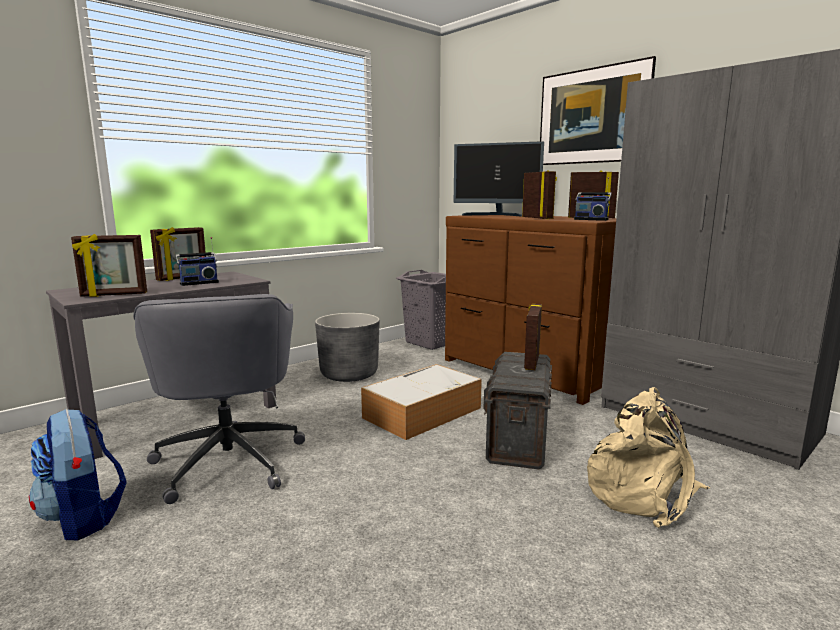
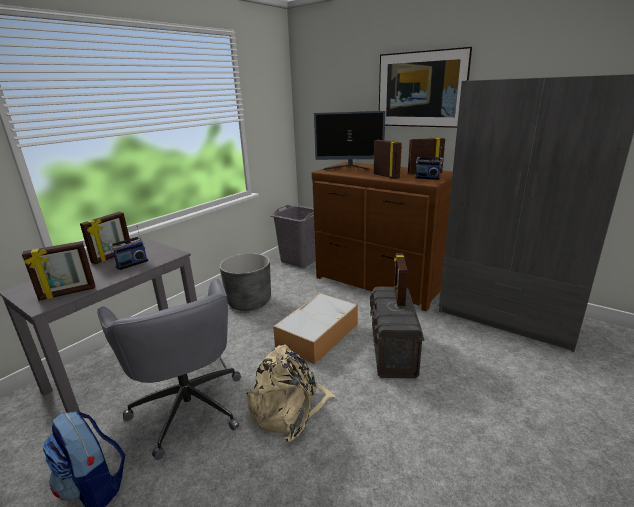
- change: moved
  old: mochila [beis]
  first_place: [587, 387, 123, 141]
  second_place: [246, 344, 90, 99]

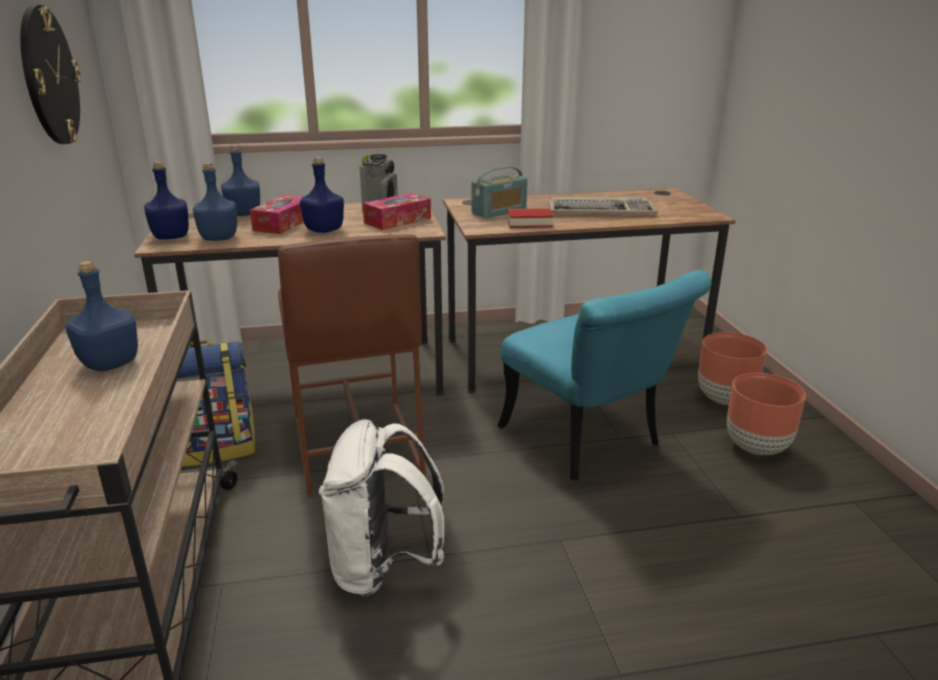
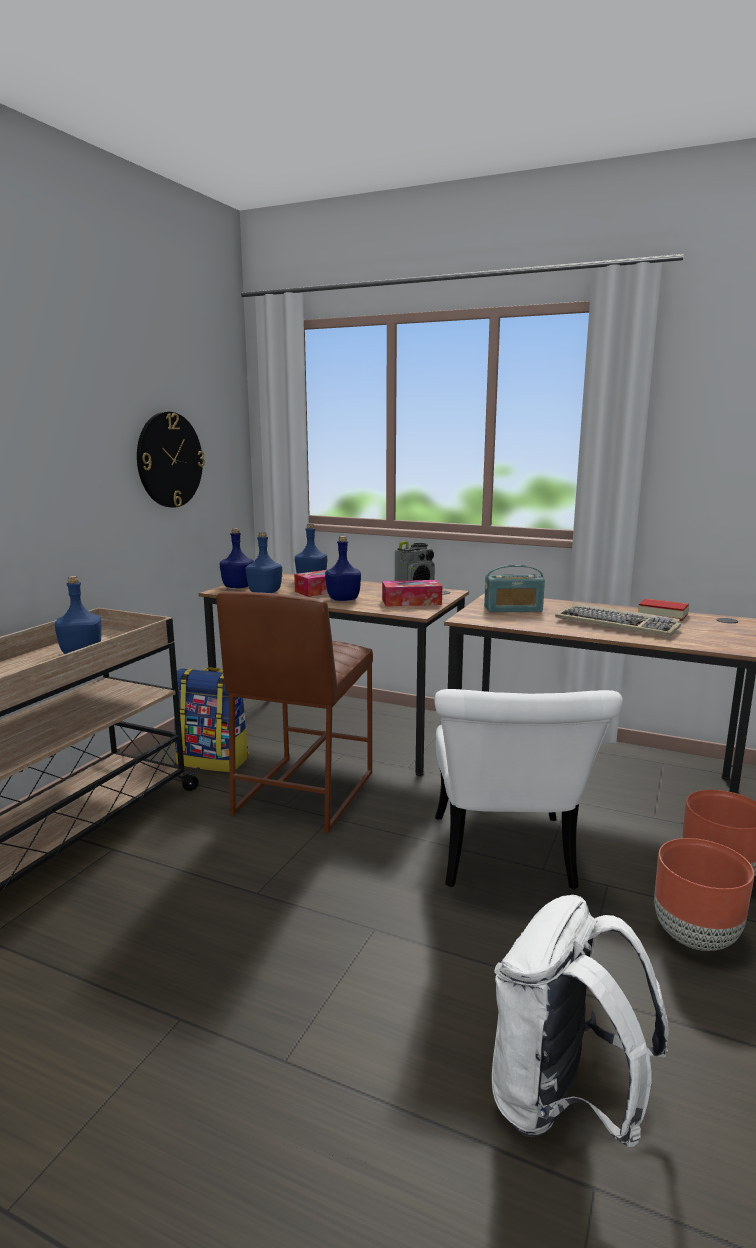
- change: moved
  old: libro
  first_place: [507, 208, 46, 20]
  second_place: [638, 599, 51, 22]
- change: recoloured
  old: silla [turquesa]
  new: silla [blanco]
  first_place: [497, 270, 215, 210]
  second_place: [435, 689, 188, 201]
- change: moved
  old: mochila [blanco]
  first_place: [319, 419, 125, 179]
  second_place: [492, 895, 177, 252]

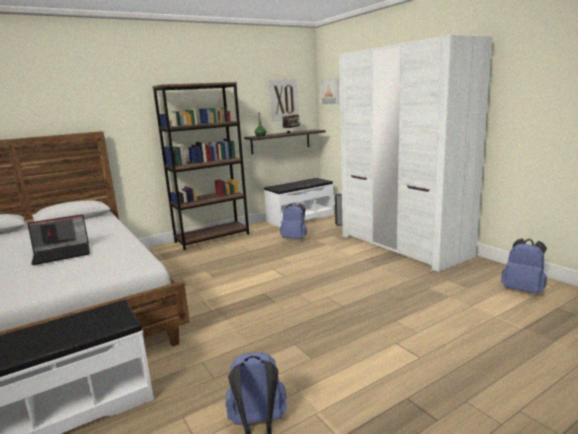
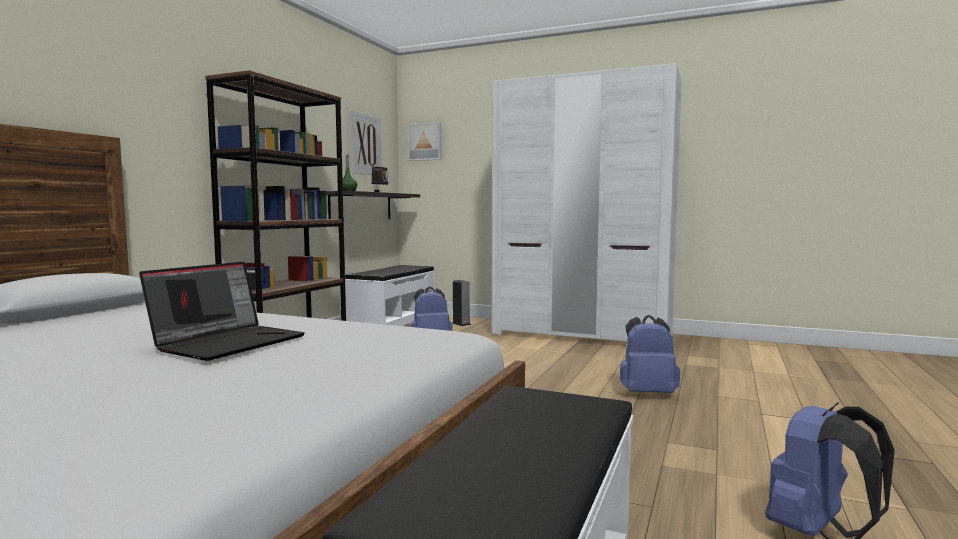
- change: moved
  old: mochila [azul]
  first_place: [501, 238, 46, 56]
  second_place: [620, 315, 60, 78]

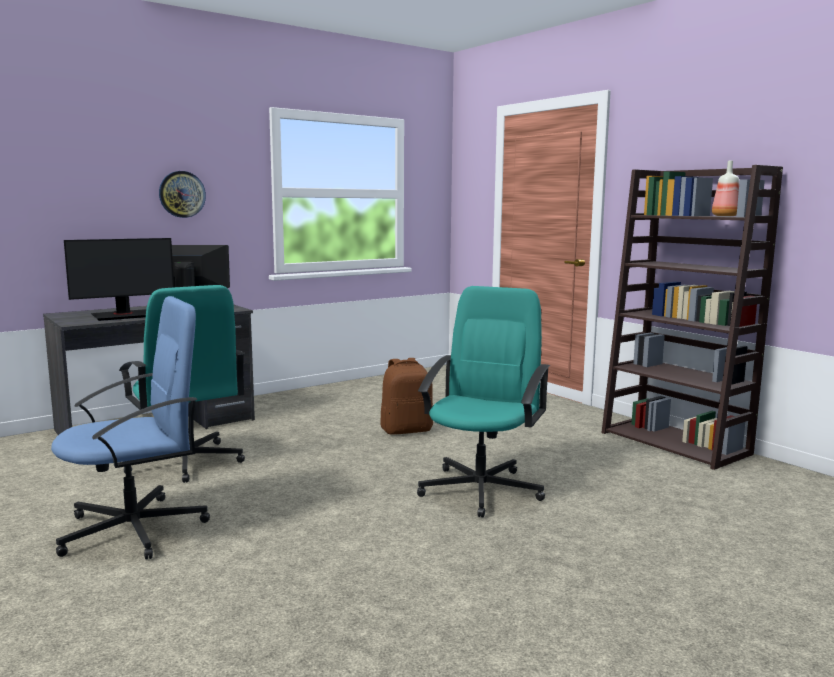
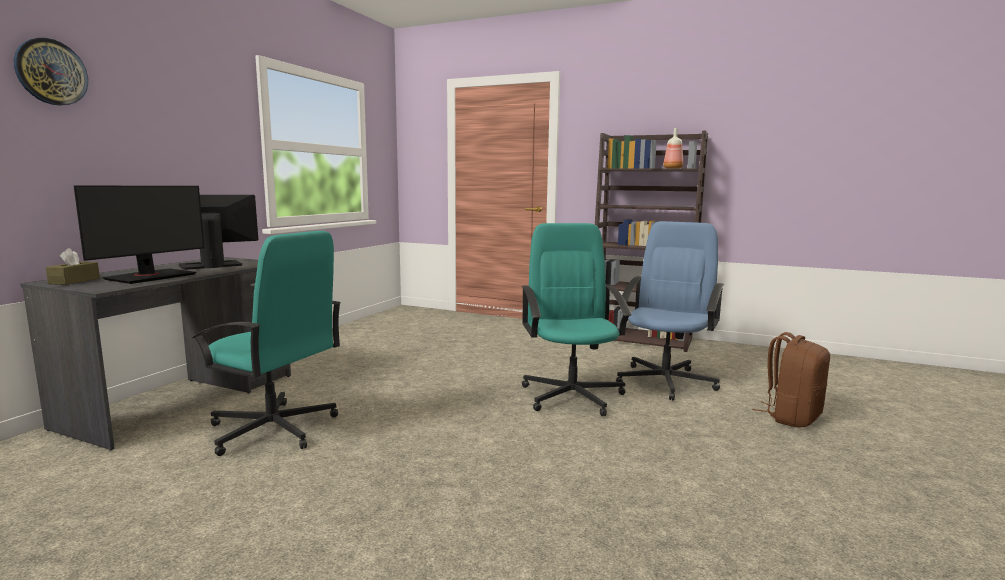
- change: moved
  old: reloj de pared
  first_place: [159, 171, 47, 47]
  second_place: [14, 38, 74, 68]
- change: moved
  old: silla de oficina [azul]
  first_place: [51, 296, 159, 263]
  second_place: [616, 221, 108, 179]
- change: moved
  old: mochila [marrón]
  first_place: [380, 358, 53, 77]
  second_place: [752, 332, 78, 96]
- change: added
  new: caja de pañuelos [marrón]
  second_place: [46, 248, 54, 37]

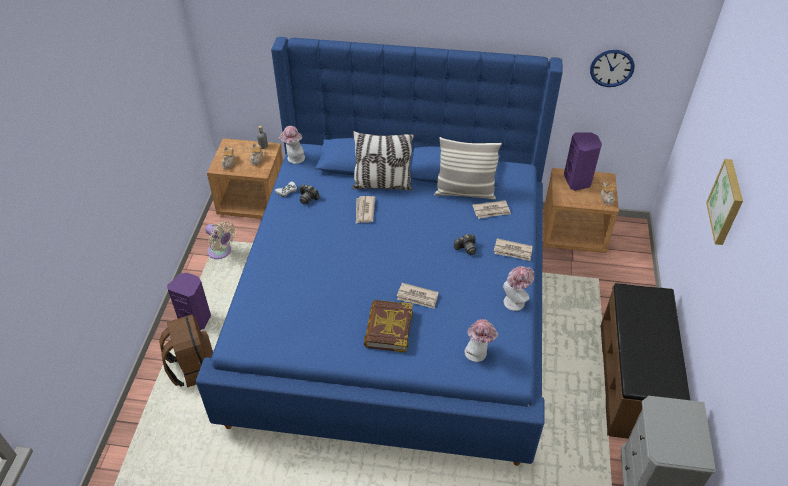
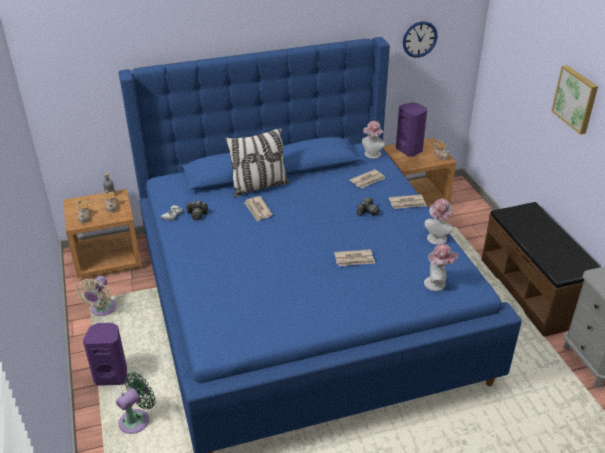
- change: moved
  old: sombrero
  first_place: [279, 126, 26, 38]
  second_place: [362, 121, 23, 38]
- change: removed
  old: cojín
  first_place: [434, 137, 68, 63]
- change: turned
  old: ventilador [beis]
  first_place: [205, 221, 31, 38]
  second_place: [76, 276, 41, 40]
  degrees: 90
- change: removed
  old: libro
  first_place: [364, 300, 49, 52]
- change: replaced
  old: mochila [marrón]
  new: ventilador [verde]
  first_place: [159, 314, 54, 73]
  second_place: [116, 372, 39, 62]

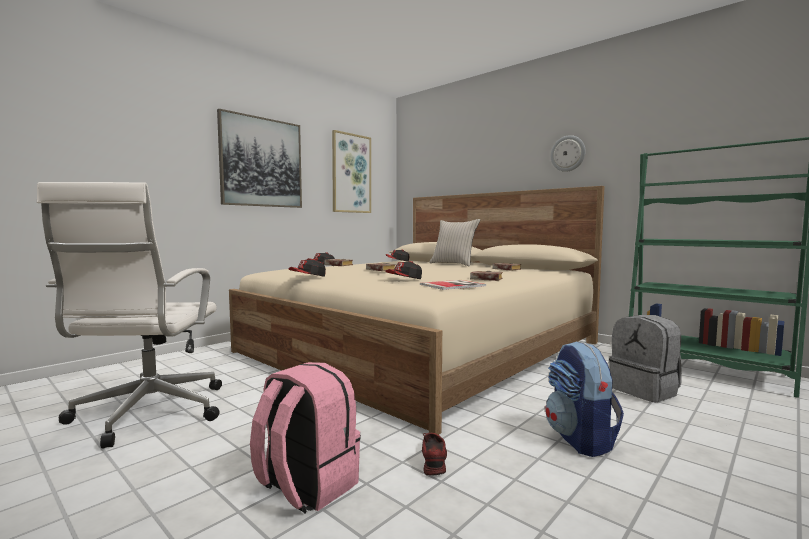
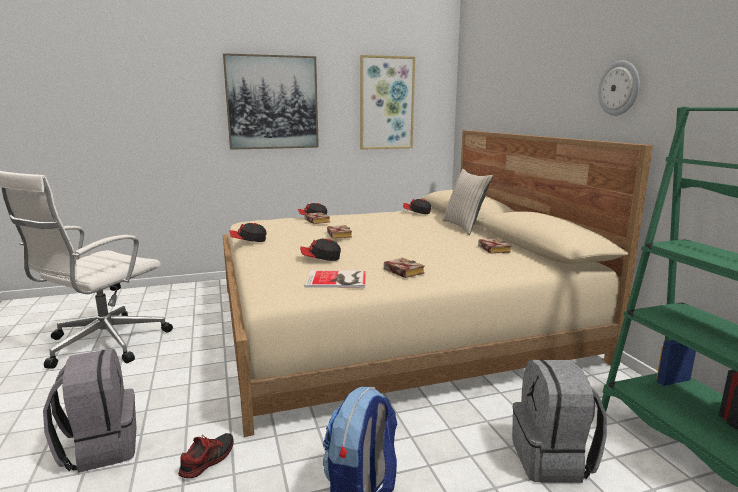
- change: recoloured
  old: mochila [rosa]
  new: mochila [gris]
  first_place: [250, 362, 111, 151]
  second_place: [43, 349, 94, 124]

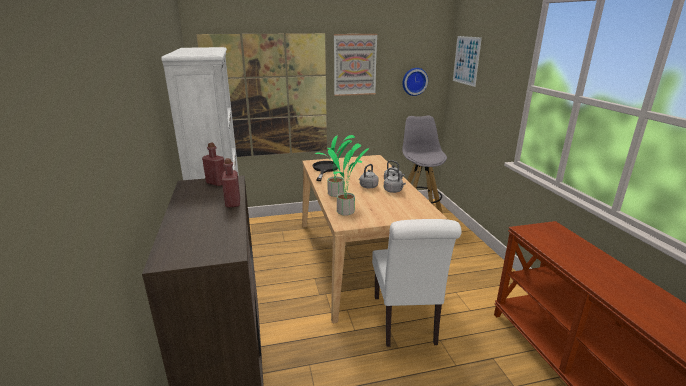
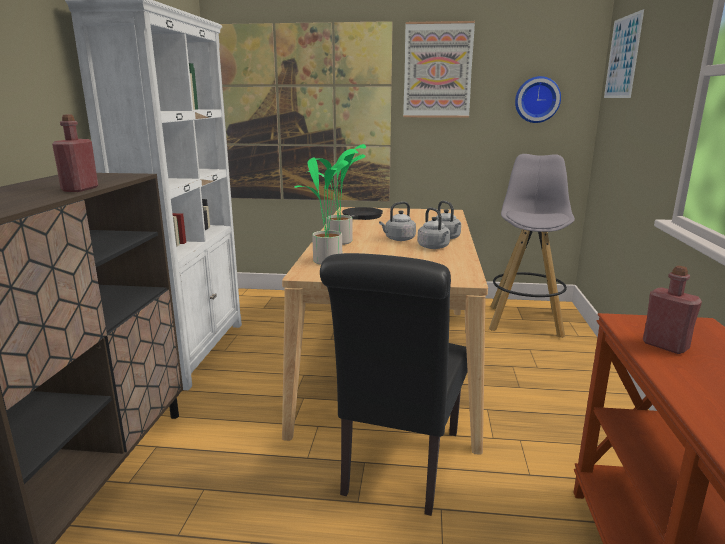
- change: moved
  old: botella [rojo]
  first_place: [202, 143, 23, 43]
  second_place: [643, 266, 59, 88]
- change: recoloured
  old: silla [blanco]
  new: silla [negro]
  first_place: [372, 219, 90, 128]
  second_place: [320, 253, 148, 263]

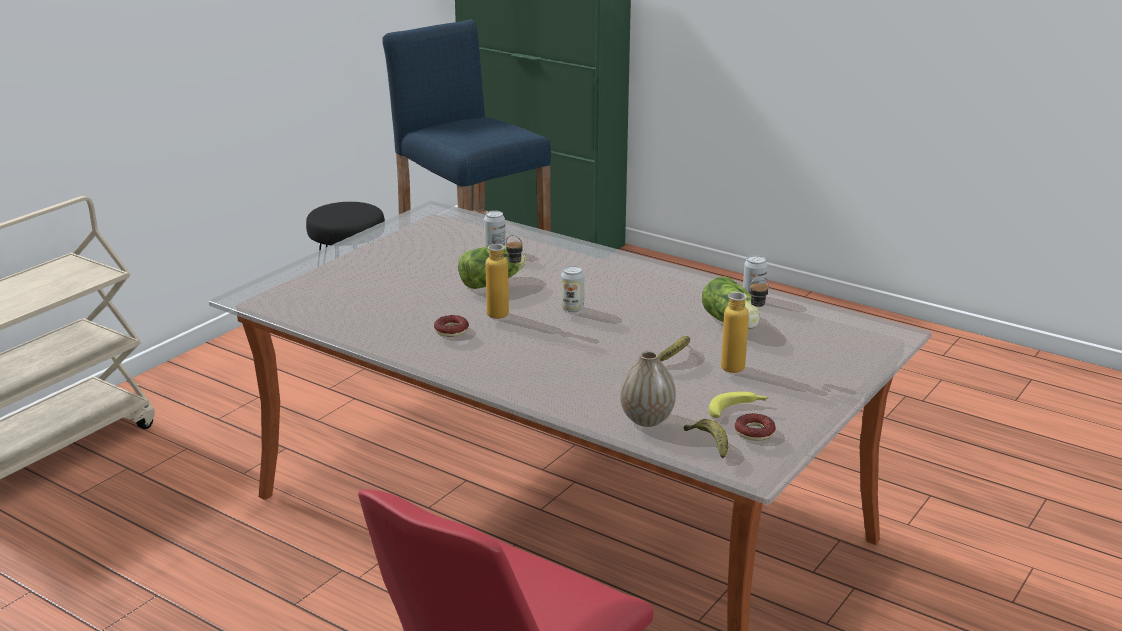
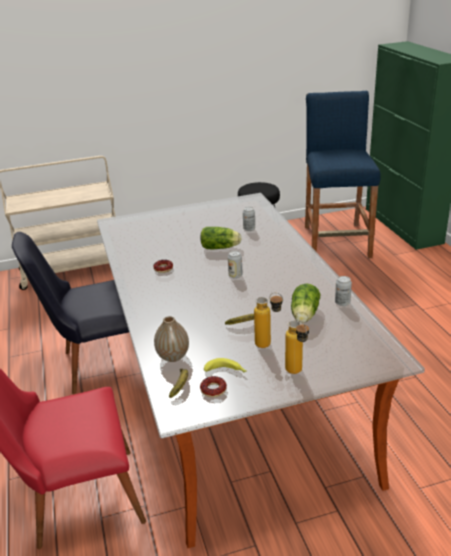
- change: moved
  old: botella
  first_place: [485, 235, 38, 84]
  second_place: [285, 320, 24, 54]
- change: added
  new: silla [negro]
  second_place: [12, 232, 117, 162]

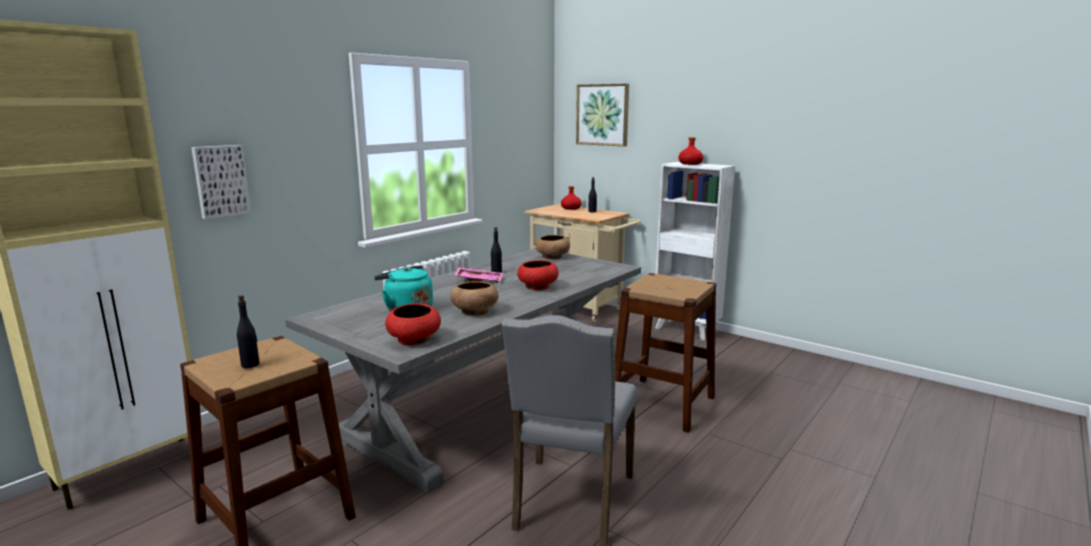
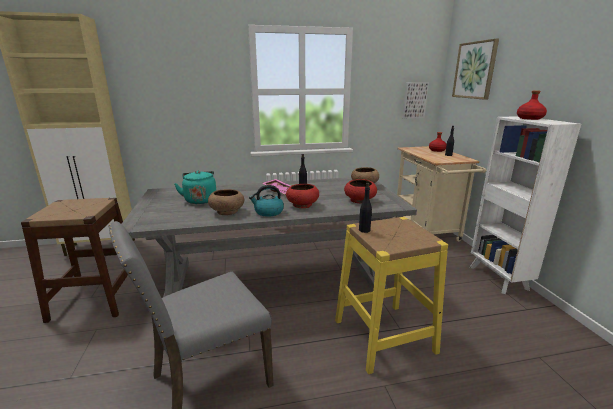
- change: moved
  old: cuadro
  first_place: [191, 145, 60, 74]
  second_place: [403, 83, 26, 36]
- change: recoloured
  old: taburete [marrón]
  new: taburete [amarillo]
  first_place: [615, 273, 101, 160]
  second_place: [335, 217, 113, 157]
- change: moved
  old: botella [negro]
  first_place: [237, 295, 23, 73]
  second_place: [359, 183, 13, 50]
- change: moved
  old: cuenco [rojo]
  first_place: [385, 303, 56, 42]
  second_place: [344, 179, 33, 24]
- change: added
  new: hervidor
  second_place: [249, 185, 35, 32]

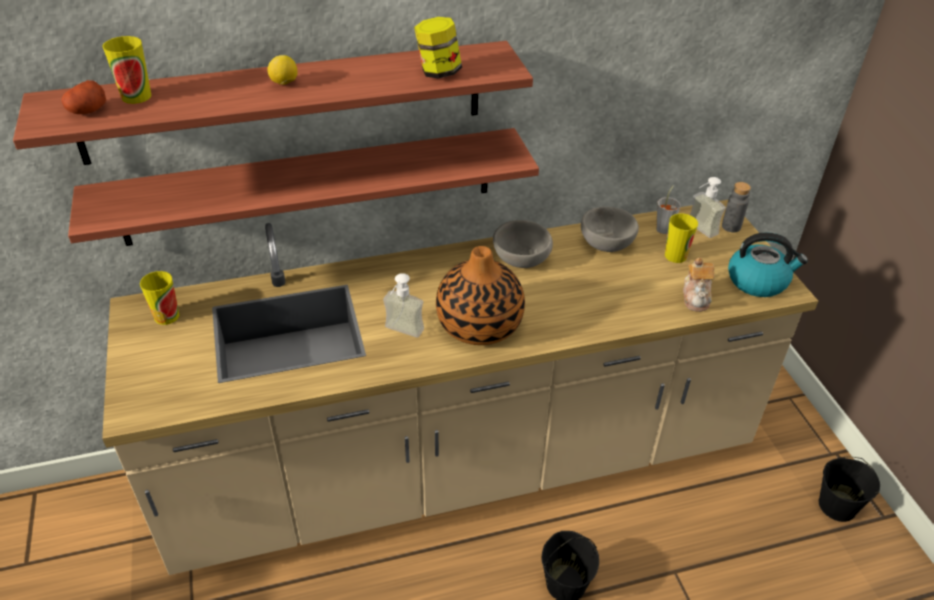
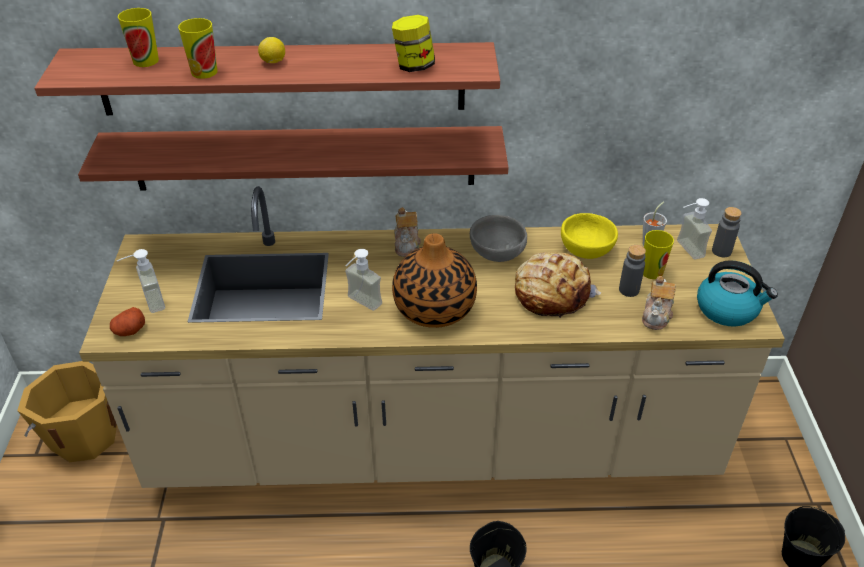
- change: moved
  old: patata
  first_place: [61, 80, 45, 34]
  second_place: [110, 307, 35, 29]
- change: recoloured
  old: cuenco [gris]
  new: cuenco [amarillo]
  first_place: [581, 207, 58, 45]
  second_place: [561, 213, 57, 46]
- change: moved
  old: taza
  first_place: [140, 271, 39, 54]
  second_place: [178, 18, 39, 61]
- change: added
  new: tetera
  second_place: [394, 207, 27, 50]
- change: added
  new: botella [gris]
  second_place: [619, 245, 27, 52]
- change: added
  new: dispensador de jabón
  second_place: [117, 249, 48, 64]
- change: added
  new: pan
  second_place: [515, 252, 86, 66]
- change: added
  new: cubo [naranja]
  second_place: [17, 361, 100, 101]

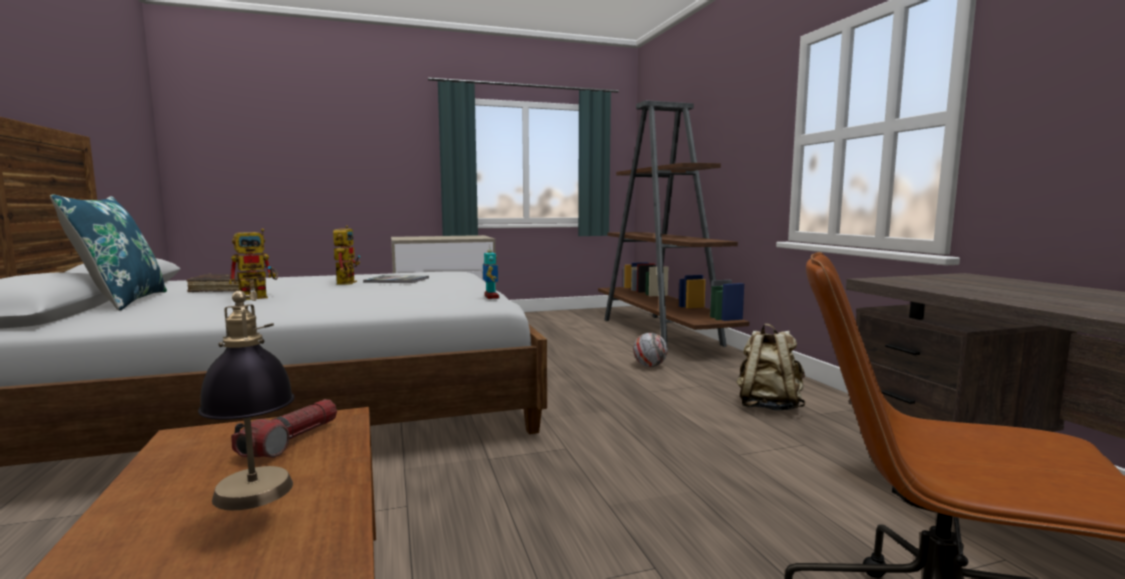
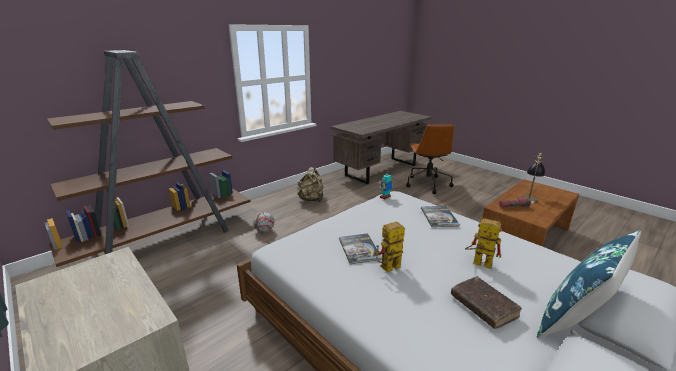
- change: added
  new: libro
  second_place: [421, 206, 39, 21]

